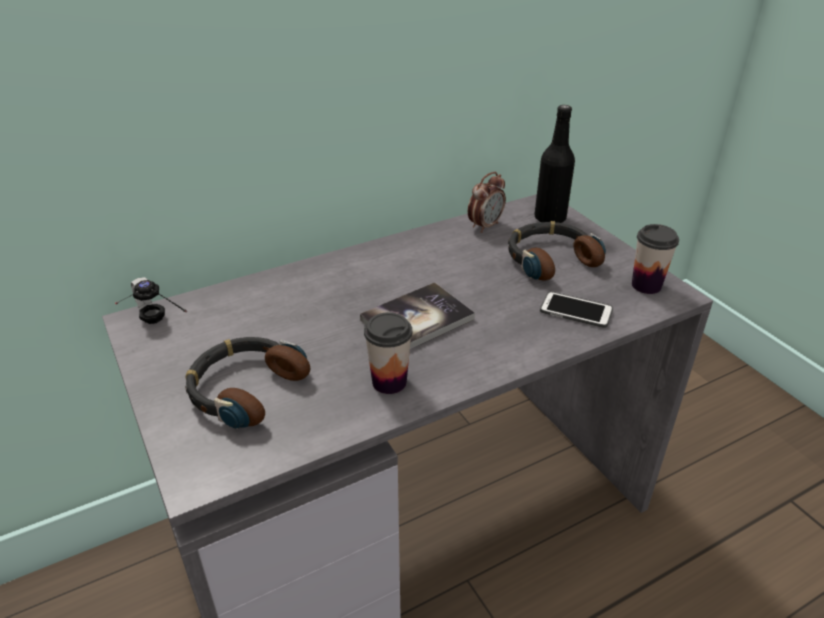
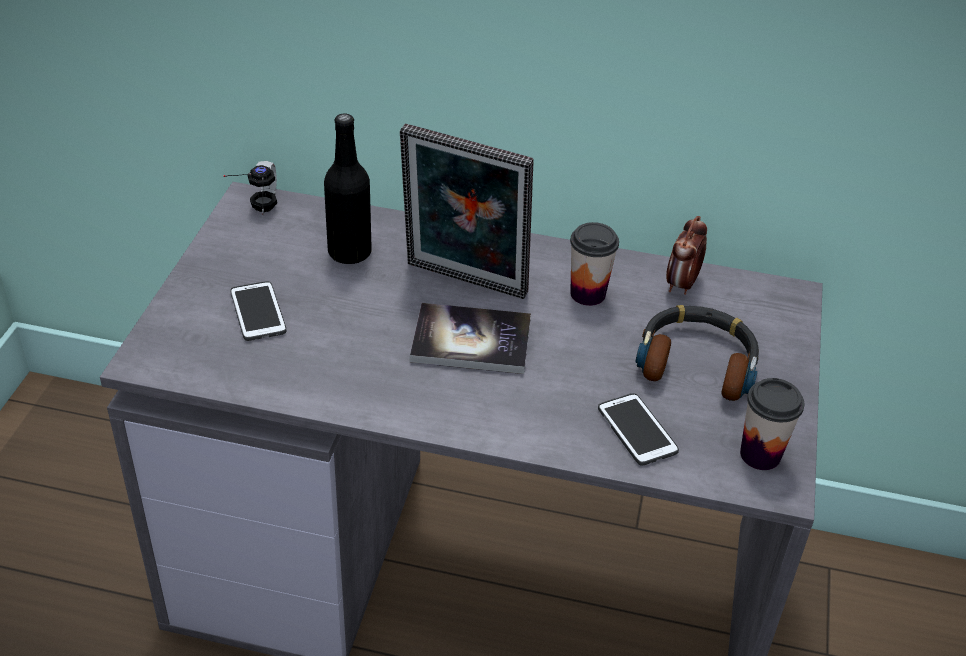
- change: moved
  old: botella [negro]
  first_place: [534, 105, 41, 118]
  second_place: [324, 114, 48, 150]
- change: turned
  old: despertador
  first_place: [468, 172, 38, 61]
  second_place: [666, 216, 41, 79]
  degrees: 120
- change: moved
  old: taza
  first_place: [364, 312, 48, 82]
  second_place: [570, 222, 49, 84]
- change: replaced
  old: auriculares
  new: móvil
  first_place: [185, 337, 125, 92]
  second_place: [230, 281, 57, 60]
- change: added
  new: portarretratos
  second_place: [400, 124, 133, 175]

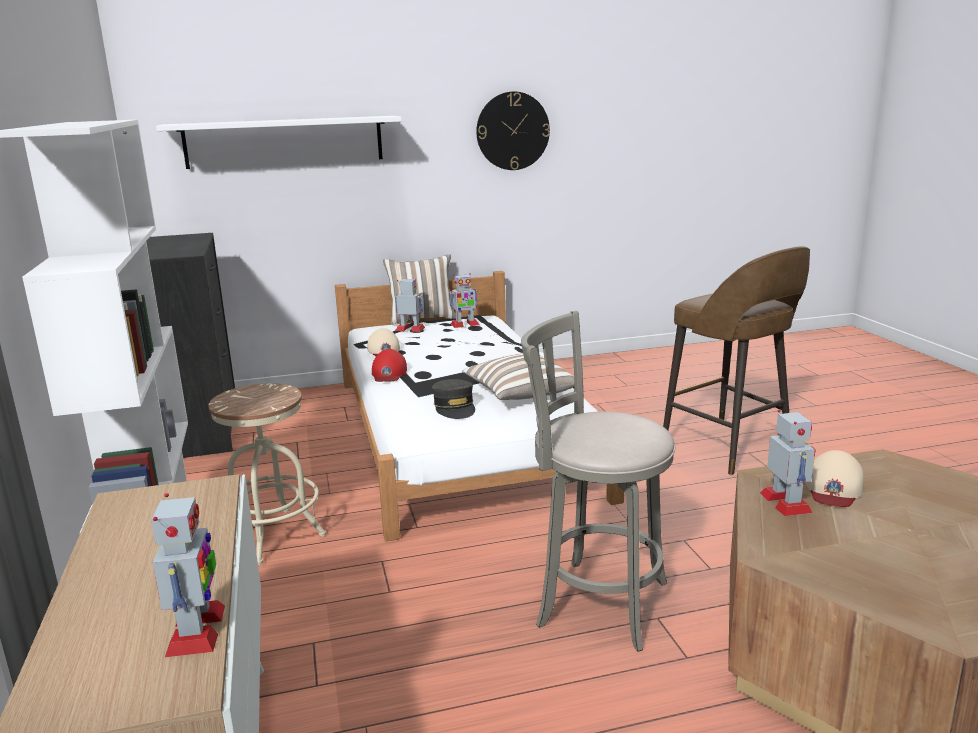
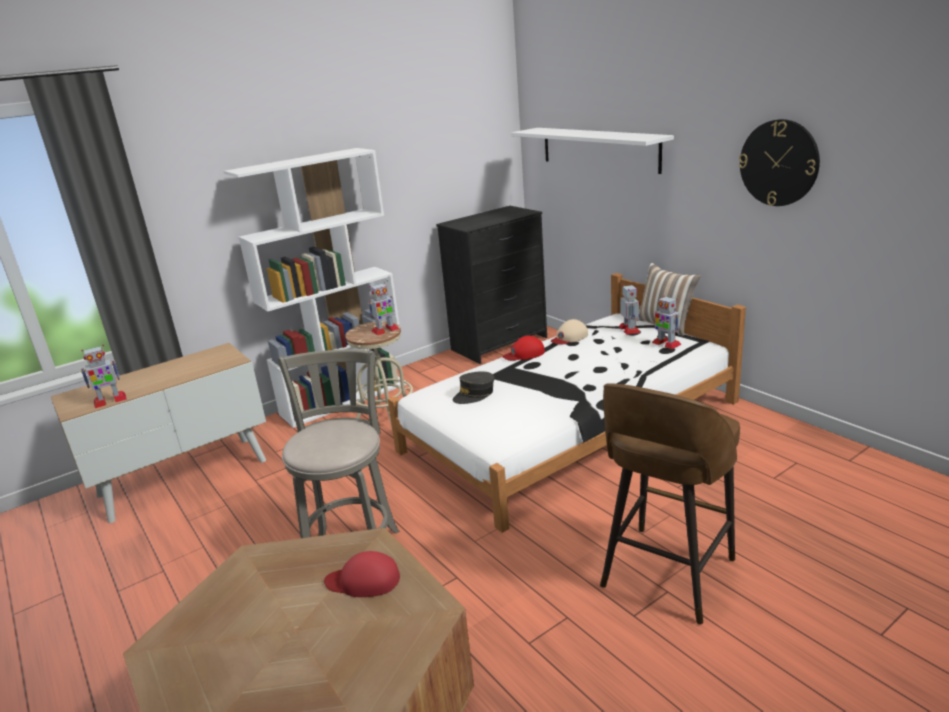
- change: removed
  old: cojín
  first_place: [462, 353, 112, 47]
- change: moved
  old: robot de juguete
  first_place: [760, 410, 56, 106]
  second_place: [368, 282, 31, 53]
- change: recoloured
  old: gorra [beis]
  new: gorra [rojo]
  first_place: [806, 450, 58, 57]
  second_place: [324, 551, 76, 46]

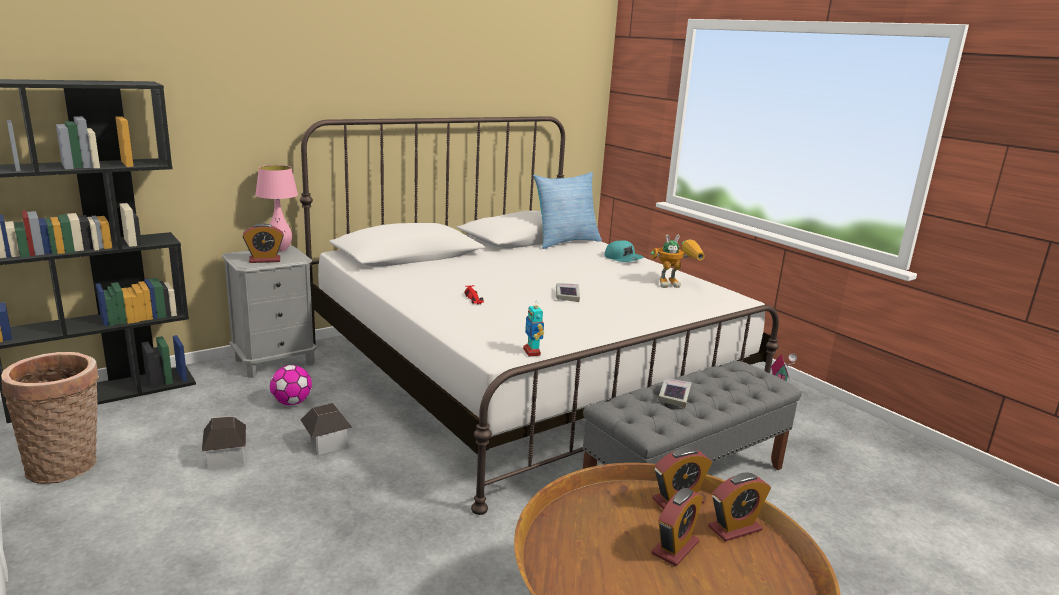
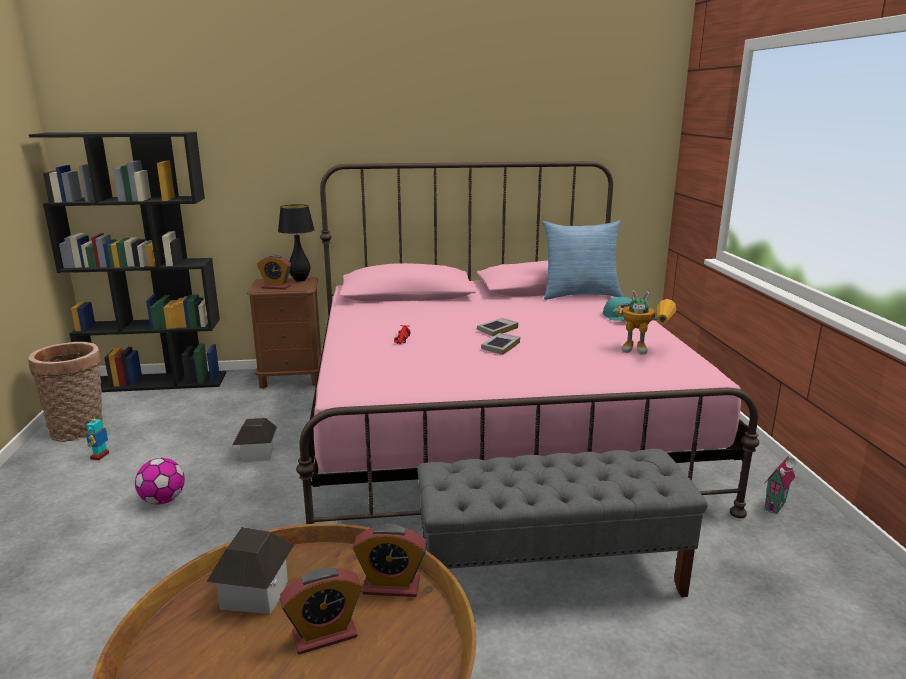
- change: recoloured
  old: cama [blanco]
  new: cama [rosa]
  first_place: [300, 116, 479, 399]
  second_place: [296, 161, 464, 363]
- change: recoloured
  old: lámpara de mesa [rosa]
  new: lámpara de mesa [negro]
  first_place: [255, 165, 43, 87]
  second_place: [278, 204, 37, 78]
- change: recoloured
  old: mesita de noche [gris]
  new: mesita de noche [marrón]
  first_place: [222, 246, 95, 132]
  second_place: [247, 277, 75, 112]
- change: moved
  old: robot de juguete
  first_place: [523, 300, 21, 56]
  second_place: [86, 415, 23, 45]
- change: moved
  old: balón de fútbol
  first_place: [270, 365, 42, 40]
  second_place: [135, 458, 50, 47]
- change: moved
  old: libro
  first_place: [658, 378, 33, 30]
  second_place: [477, 318, 42, 18]
- change: moved
  old: casita
  first_place: [202, 417, 44, 53]
  second_place: [207, 527, 87, 87]
- change: removed
  old: despertador
  first_place: [708, 473, 63, 69]

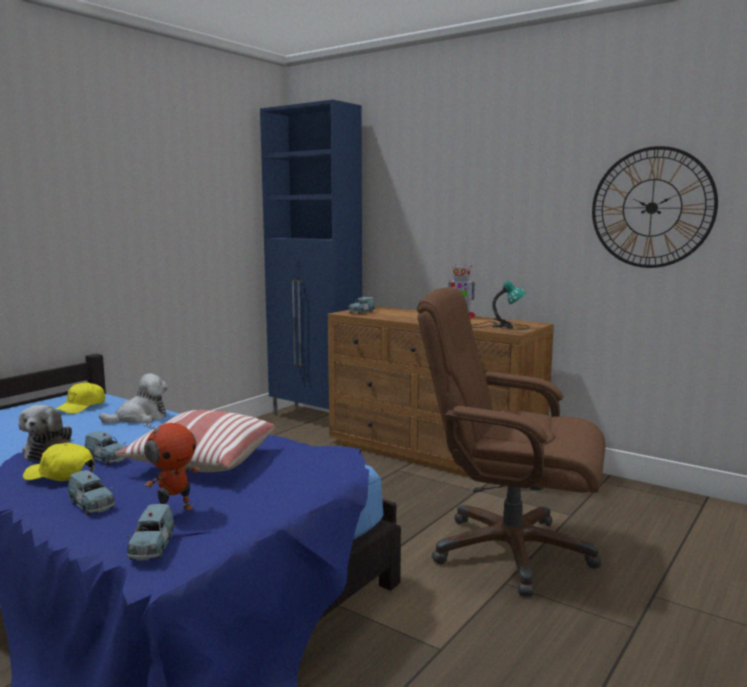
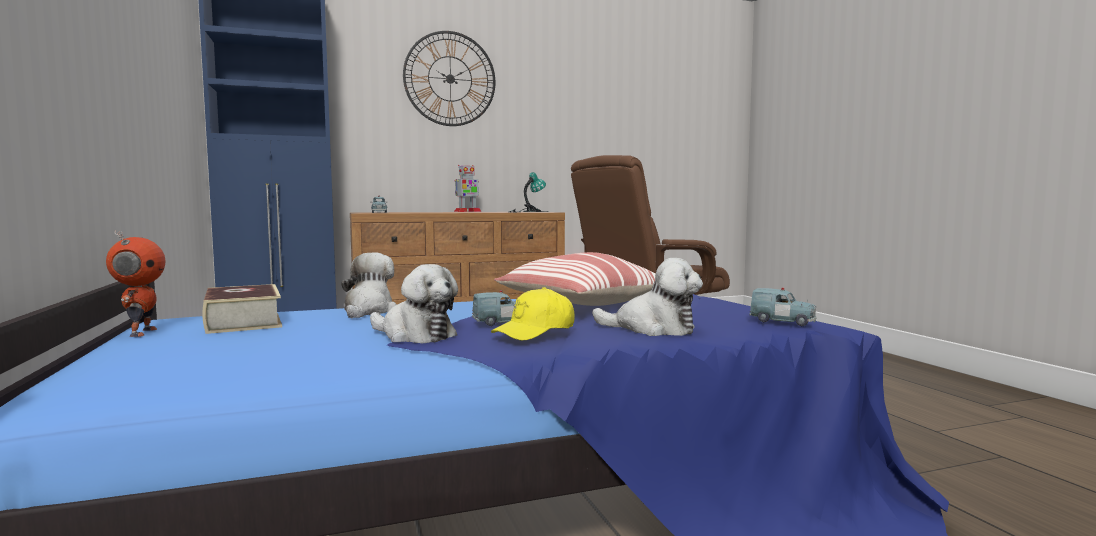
- change: moved
  old: reloj de pared
  first_place: [592, 146, 126, 122]
  second_place: [403, 31, 92, 95]
- change: replaced
  old: gorra [amarillo]
  new: libro
  first_place: [55, 382, 50, 32]
  second_place: [202, 284, 80, 50]
- change: moved
  old: robot de juguete
  first_place: [143, 421, 56, 89]
  second_place: [106, 230, 59, 107]
- change: replaced
  old: coche de juguete [azul]
  new: peluche
  first_place: [67, 470, 48, 45]
  second_place: [592, 258, 111, 78]

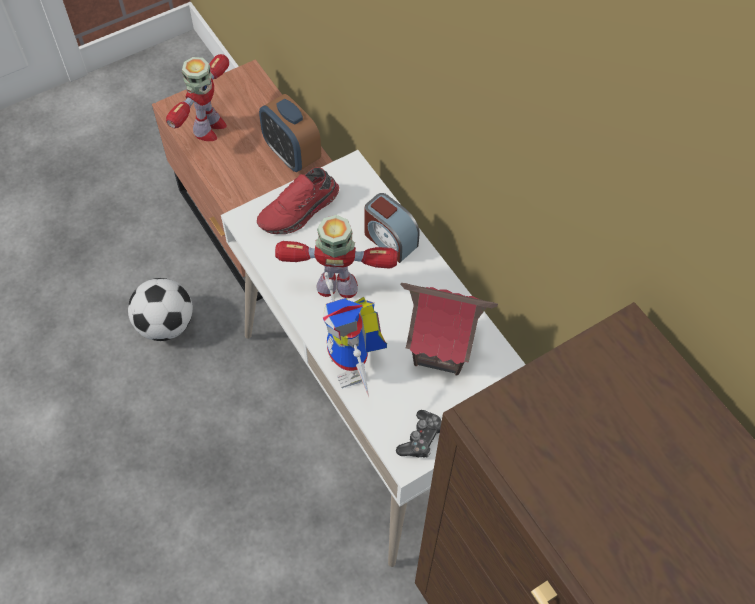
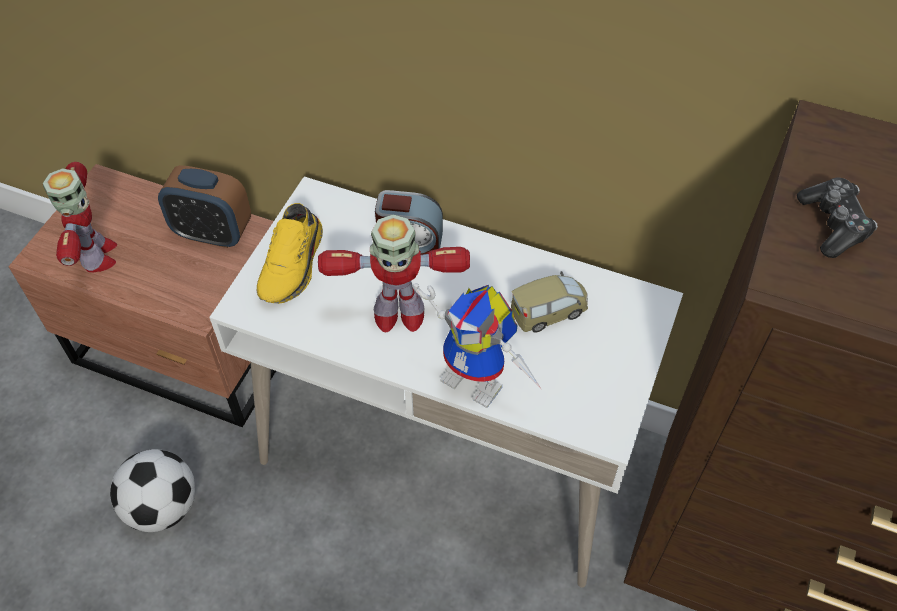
- change: recoloured
  old: zapato [rojo]
  new: zapato [amarillo]
  first_place: [257, 167, 82, 67]
  second_place: [257, 203, 66, 101]
- change: turned
  old: robot de juguete
  first_place: [275, 215, 123, 83]
  second_place: [318, 214, 152, 119]
  degrees: -150
- change: replaced
  old: casita
  new: coche de juguete
  first_place: [401, 283, 97, 93]
  second_place: [511, 271, 77, 62]
- change: moved
  old: mando de consola
  first_place: [396, 410, 46, 48]
  second_place: [797, 178, 81, 80]

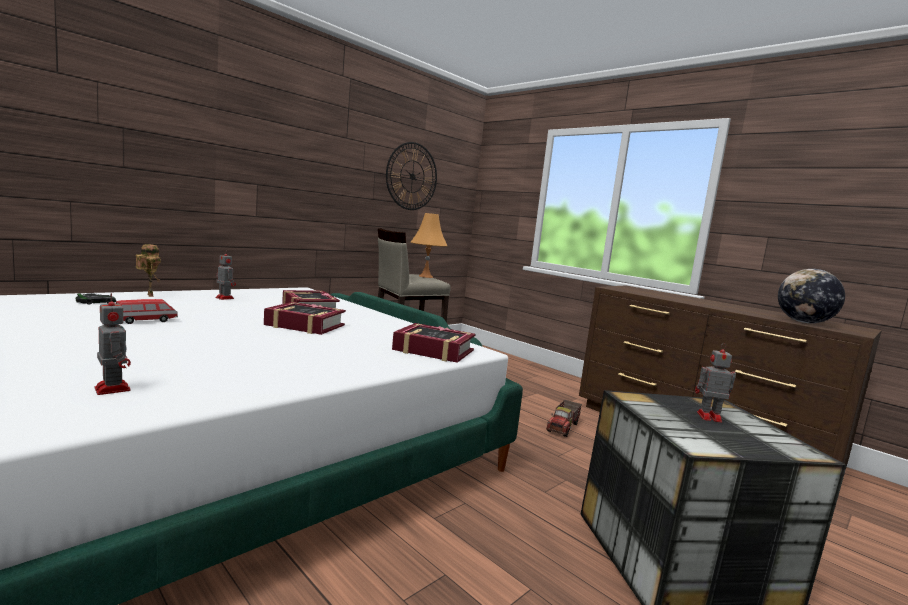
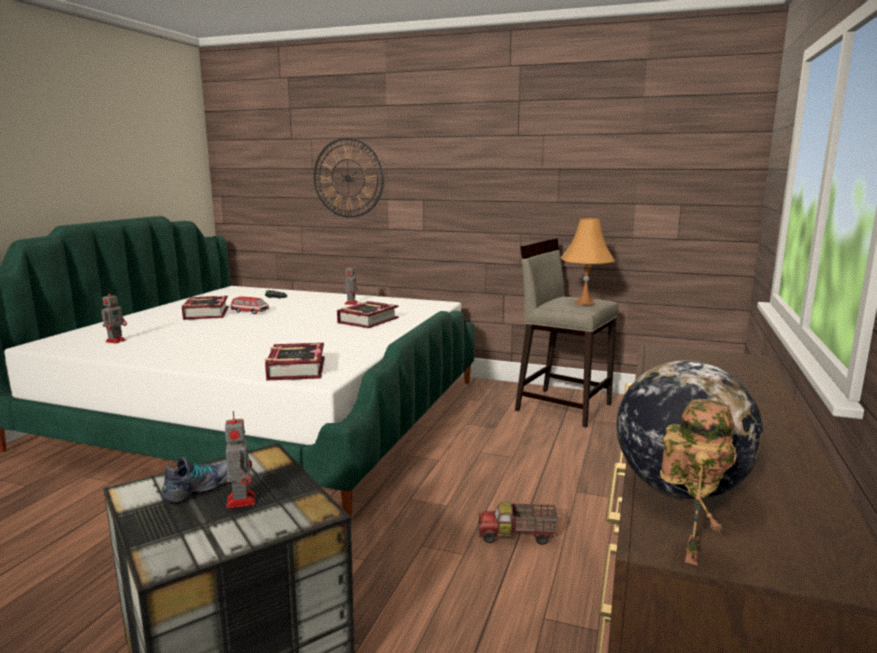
- change: moved
  old: reloj de pared
  first_place: [386, 142, 51, 68]
  second_place: [314, 138, 70, 80]
- change: moved
  old: robot de juguete
  first_place: [136, 244, 25, 53]
  second_place: [660, 399, 77, 166]
- change: moved
  old: libro
  first_place: [264, 302, 82, 33]
  second_place: [182, 296, 47, 24]
- change: added
  new: zapato
  second_place: [161, 457, 66, 47]

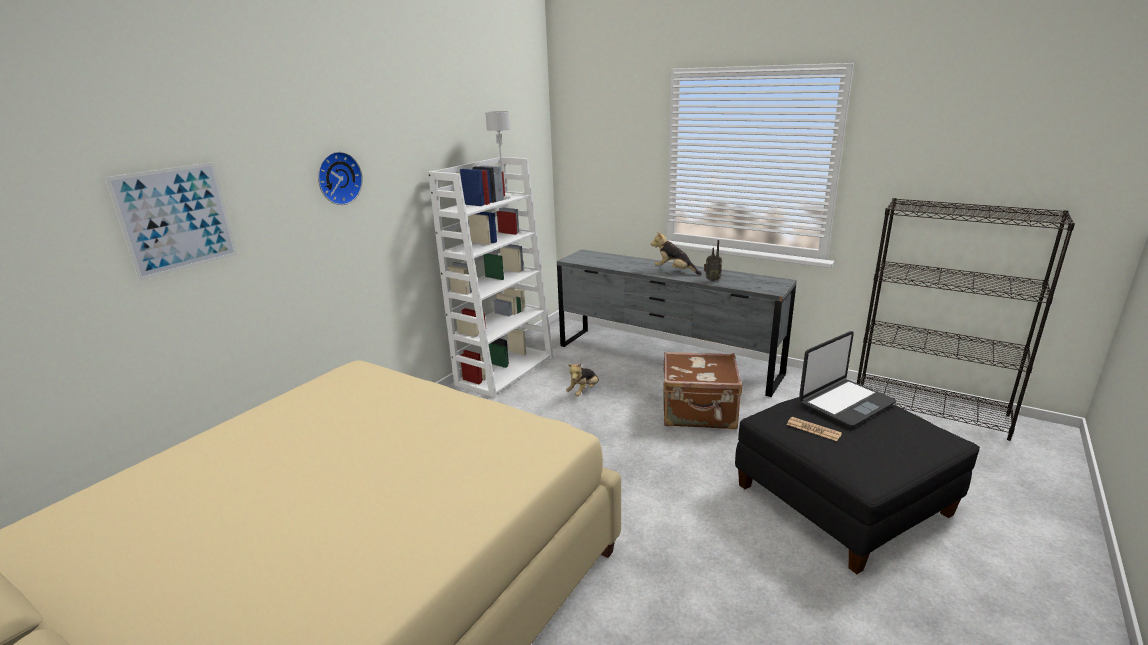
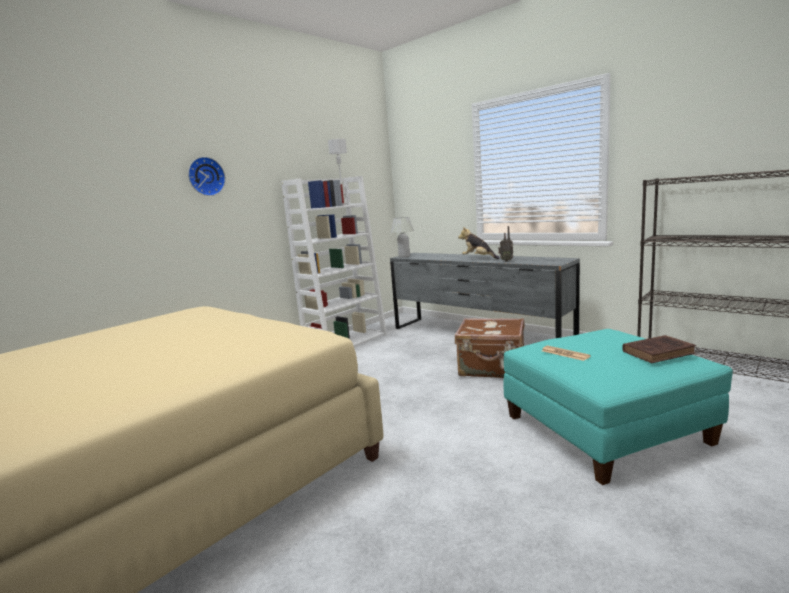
- change: removed
  old: cuadro
  first_place: [105, 162, 133, 119]
- change: removed
  old: portátil
  first_place: [799, 331, 97, 96]
- change: removed
  old: peluche
  first_place: [566, 363, 33, 33]
- change: recoloured
  old: puf [negro]
  new: puf [turquesa]
  first_place: [735, 397, 245, 177]
  second_place: [503, 329, 230, 156]
- change: added
  new: lámpara de mesa [blanco]
  second_place: [391, 217, 23, 41]
- change: added
  new: libro [marrón]
  second_place: [622, 335, 74, 28]

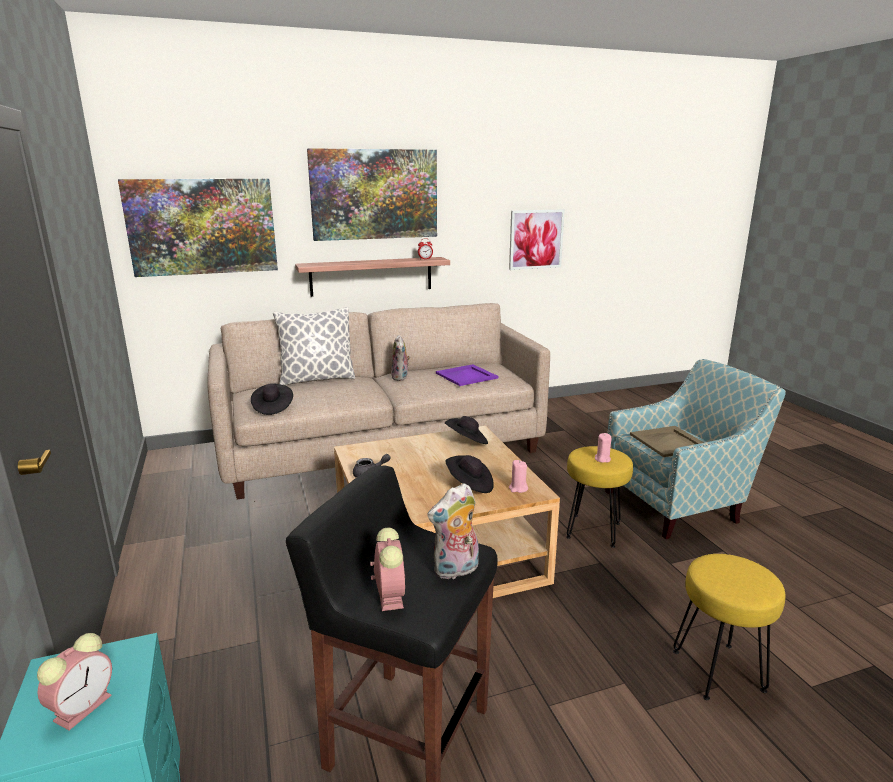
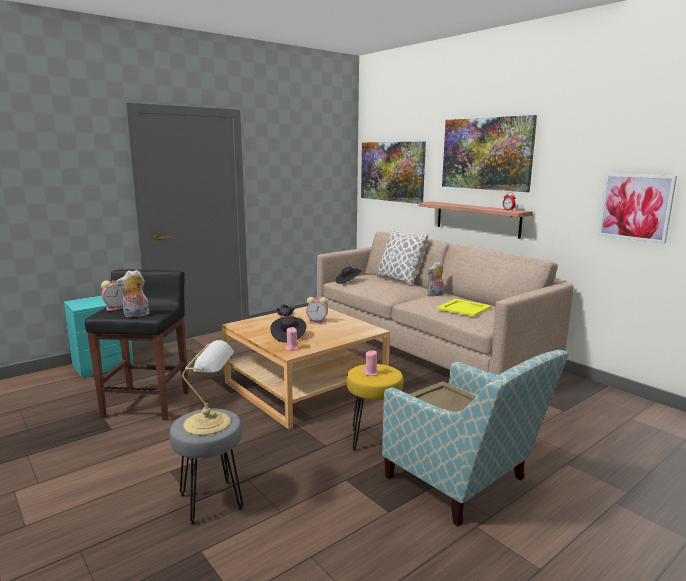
- change: recoloured
  old: bandeja [morado]
  new: bandeja [amarillo]
  first_place: [436, 364, 62, 22]
  second_place: [436, 299, 55, 18]
- change: removed
  old: sombrero [negro]
  first_place: [445, 416, 43, 28]
- change: turned
  old: peluche
  first_place: [427, 483, 52, 96]
  second_place: [116, 270, 33, 48]
  degrees: -60
- change: recoloured
  old: taburete [amarillo]
  new: taburete [gris]
  first_place: [673, 554, 112, 146]
  second_place: [170, 408, 73, 117]
- change: moved
  old: despertador
  first_place: [37, 633, 75, 97]
  second_place: [306, 297, 22, 27]
- change: added
  new: lámpara de mesa
  second_place: [182, 340, 52, 95]

